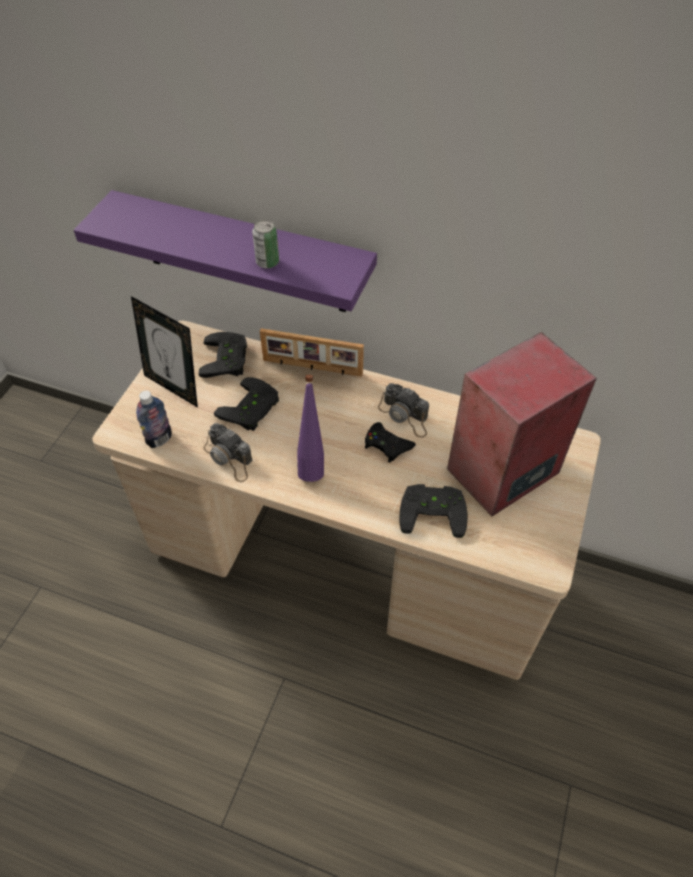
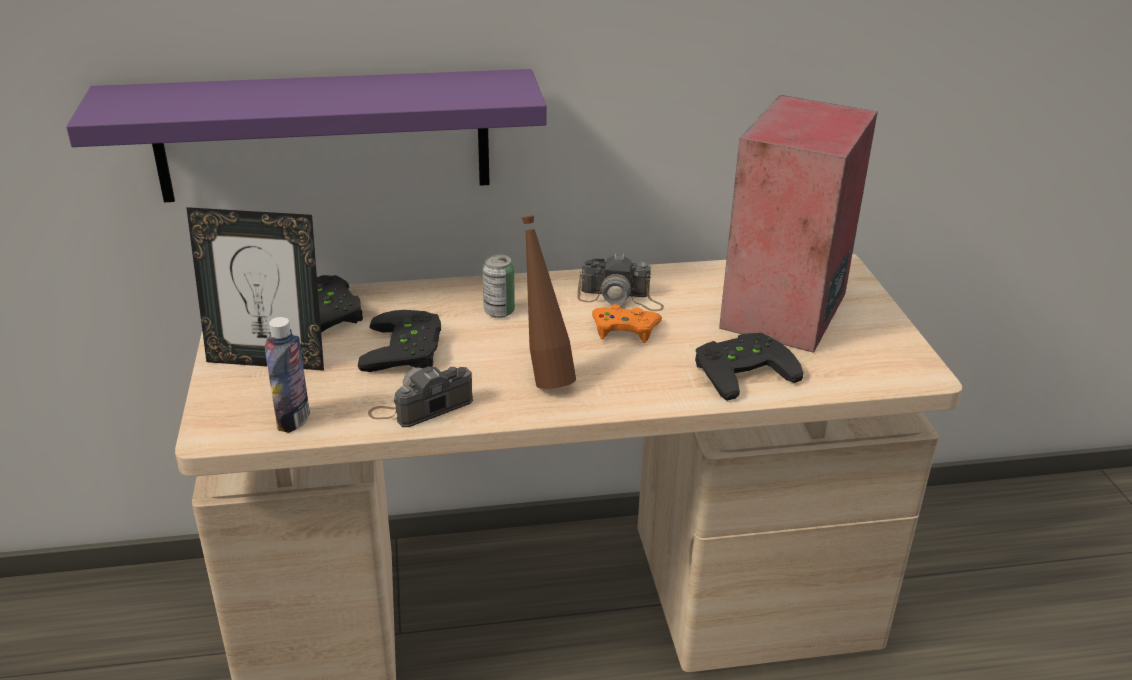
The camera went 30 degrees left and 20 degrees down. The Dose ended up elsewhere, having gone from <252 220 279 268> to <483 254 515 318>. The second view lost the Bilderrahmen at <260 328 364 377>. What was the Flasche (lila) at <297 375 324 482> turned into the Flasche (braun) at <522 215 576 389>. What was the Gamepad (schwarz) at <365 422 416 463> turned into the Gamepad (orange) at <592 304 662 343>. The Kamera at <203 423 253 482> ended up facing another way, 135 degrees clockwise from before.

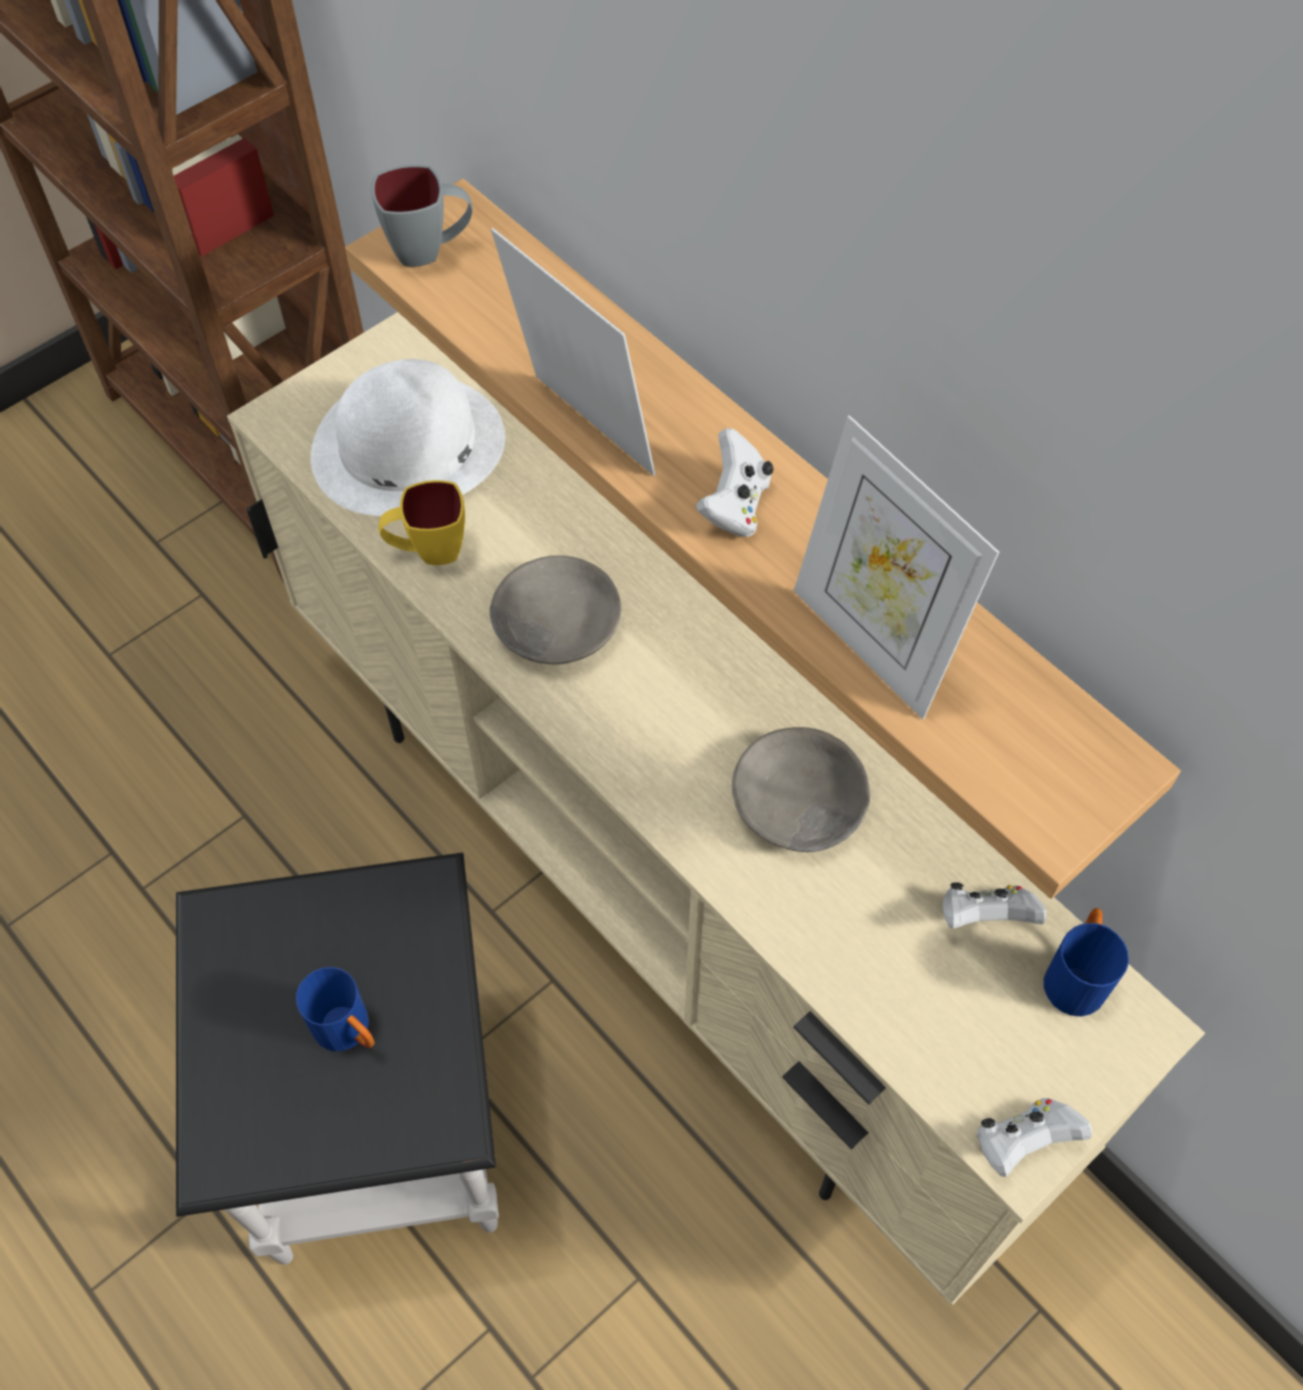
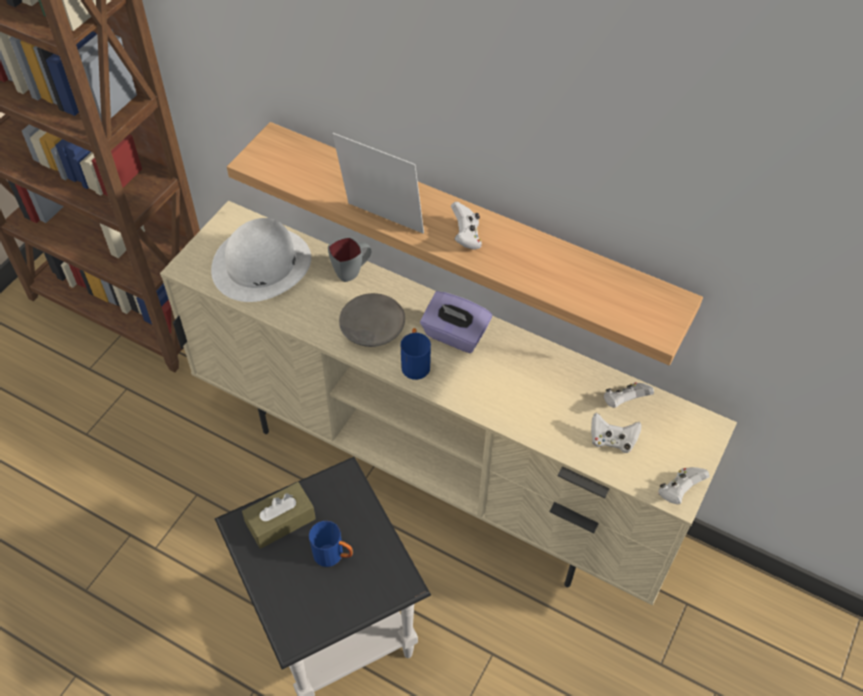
The camera went 20 degrees left and 5 degrees down. The Henkelbecher (grau) ended up elsewhere, having gone from <371 165 472 267> to <328 237 372 282>. The second view lost the Bilderrahmen at <794 415 999 720>. The second view lost the Henkelbecher (gelb) at <379 480 465 565>. The second view lost the Schüssel (grau) at <732 727 870 852>. The Henkelbecher (blau) ended up elsewhere, having gone from <1044 908 1129 1016> to <401 328 431 380>. The second view gained the Taschentuchbox (lila) at <420 291 492 353>. The second view gained the Gamepad (weiß) at <591 413 641 453>. The second view gained the Taschentuchbox (braun) at <242 482 316 549>.

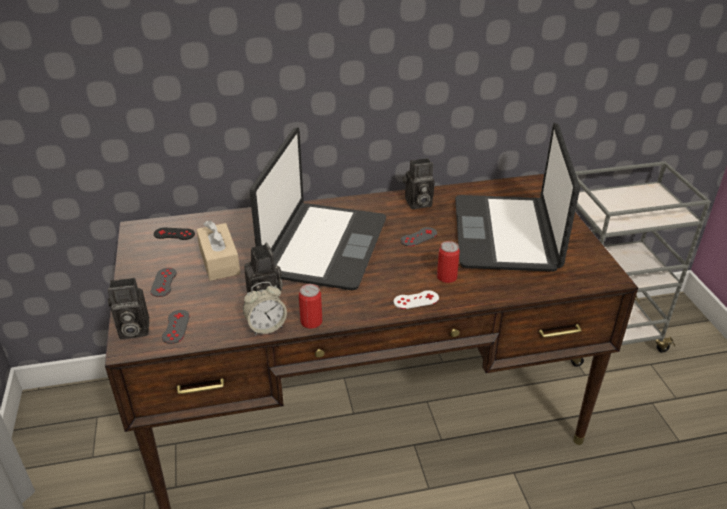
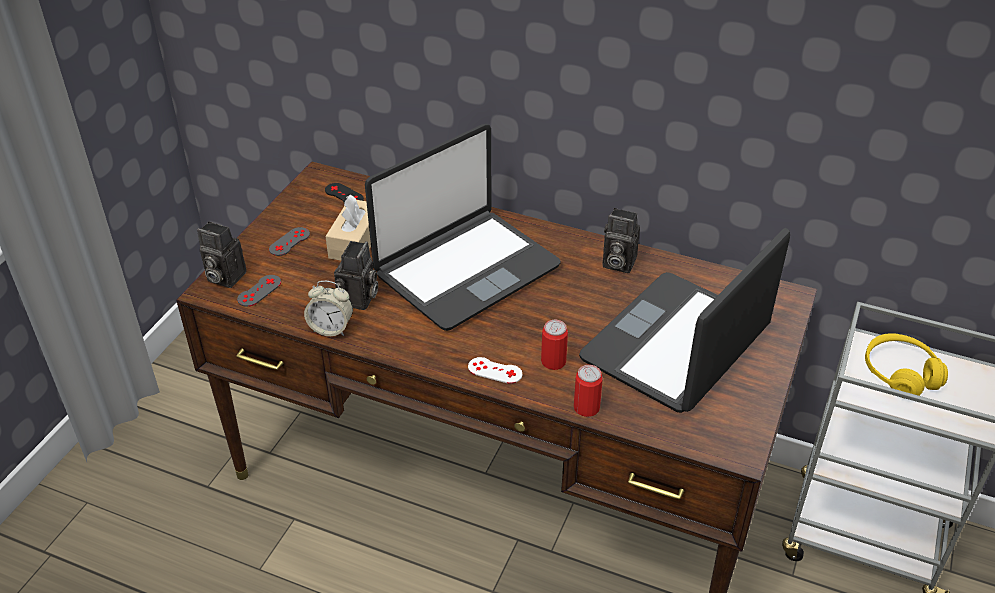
The camera went 35 degrees right and 5 degrees up. The second view lost the Gamepad (grau) at <401 227 437 247>. The Dose ended up elsewhere, having gone from <299 284 322 329> to <574 365 603 417>. The second view gained the Kopfhörer (gelb) at <865 333 948 398>.

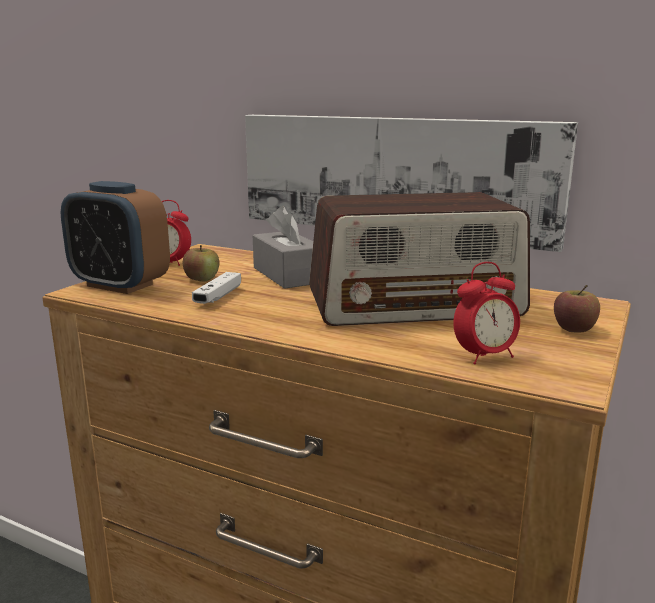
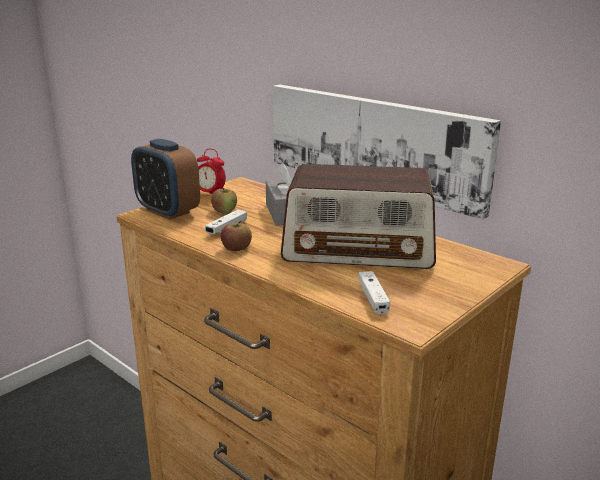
The camera went 15 degrees right and 5 degrees up. Where the Wecker stood at <454 262 520 364>, the Gamepad (weiß) came to stand at <358 271 390 314>. The Apfel ended up elsewhere, having gone from <554 285 600 333> to <221 221 252 251>.

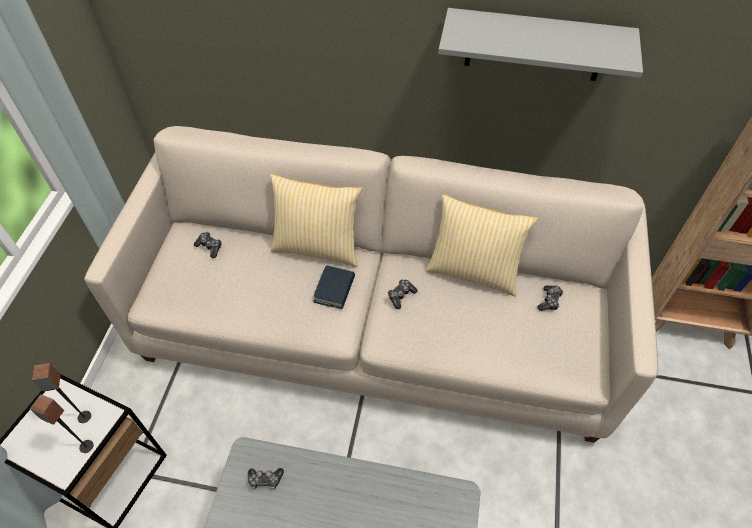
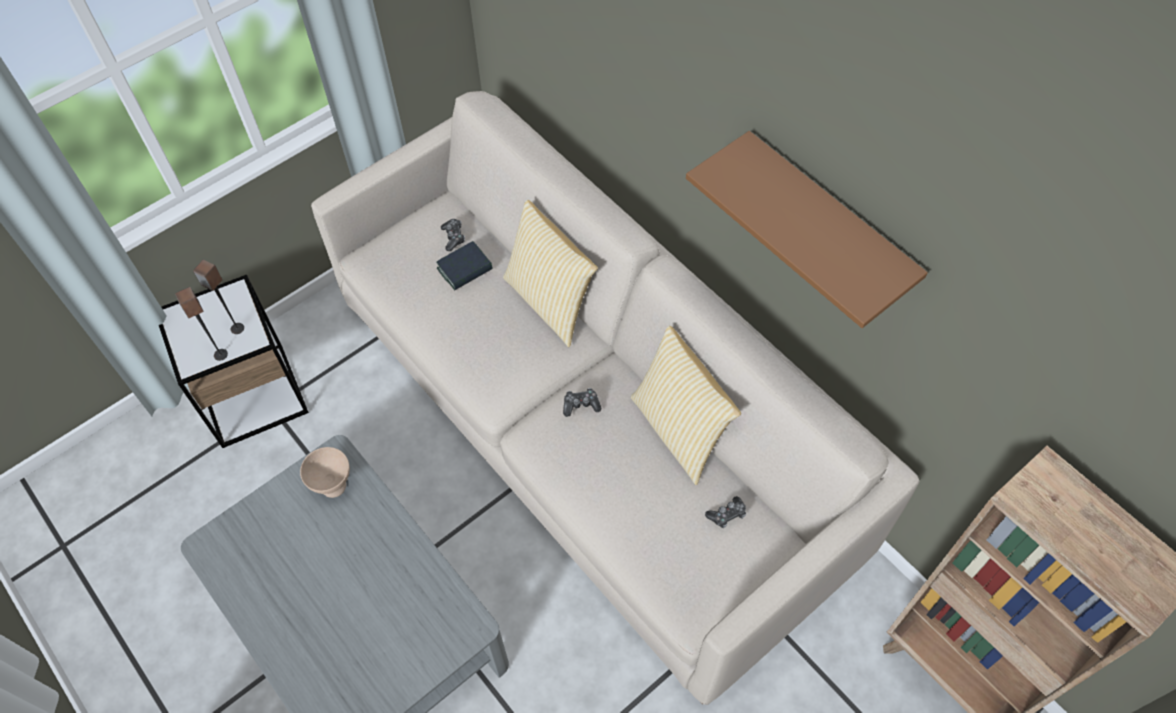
The camera went 40 degrees right and 5 degrees up. What was the Wandregal (grau) at <438 8 643 81> turned into the Wandregal (braun) at <686 131 928 328>. The Buch ended up elsewhere, having gone from <313 265 355 309> to <437 241 493 290>. Where the Gamepad stood at <248 468 284 490>, the Schüssel (beige) came to stand at <300 447 350 498>.

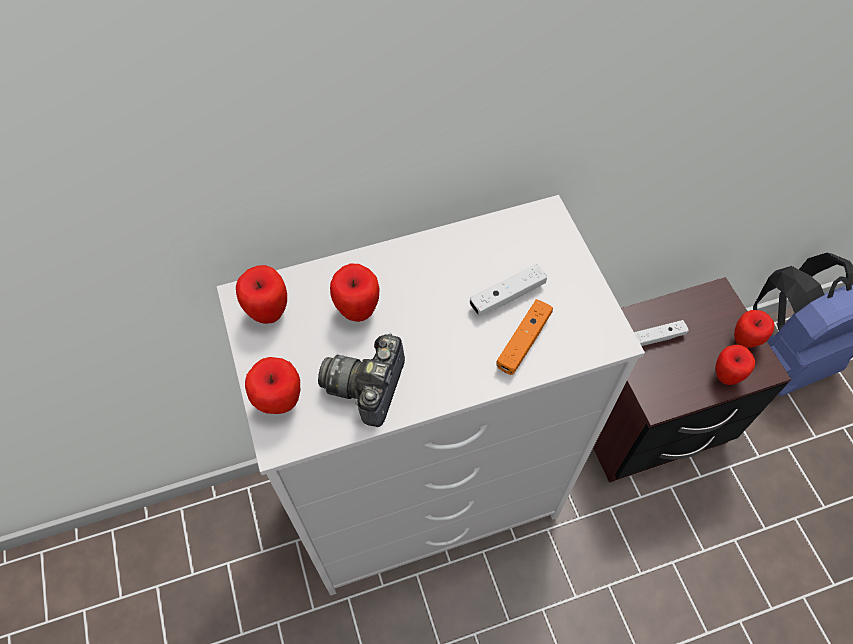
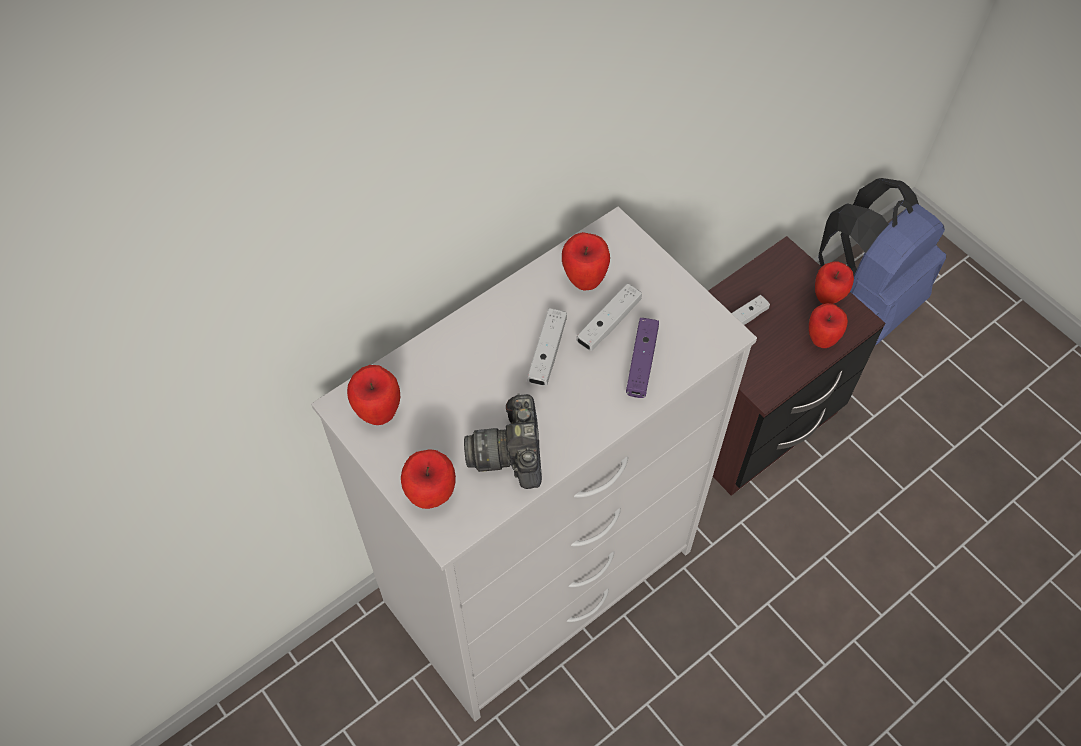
The camera went 20 degrees left and 0 degrees up. The Apfel ended up elsewhere, having gone from <330 264 380 322> to <562 232 610 291>. What was the Gamepad (orange) at <496 299 553 375> turned into the Gamepad (lila) at <626 318 659 398>. The second view gained the Gamepad (weiß) at <527 308 567 386>.

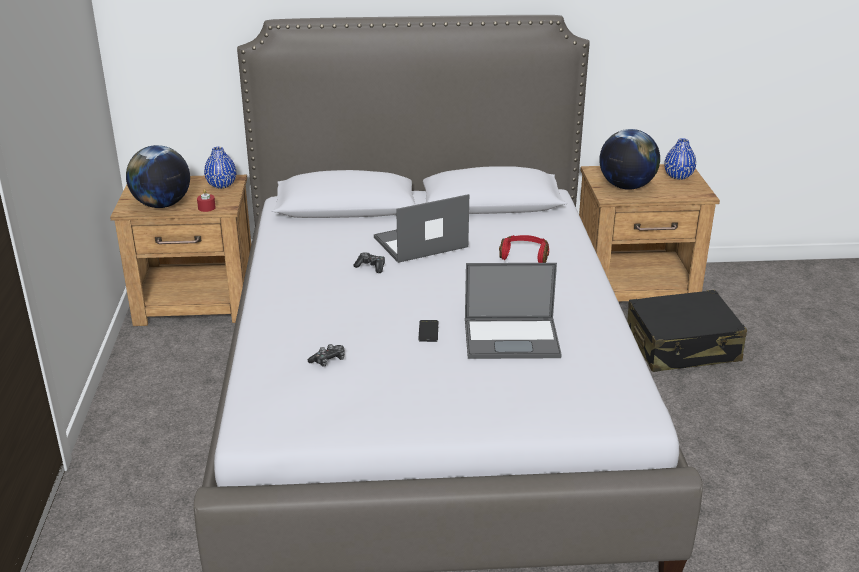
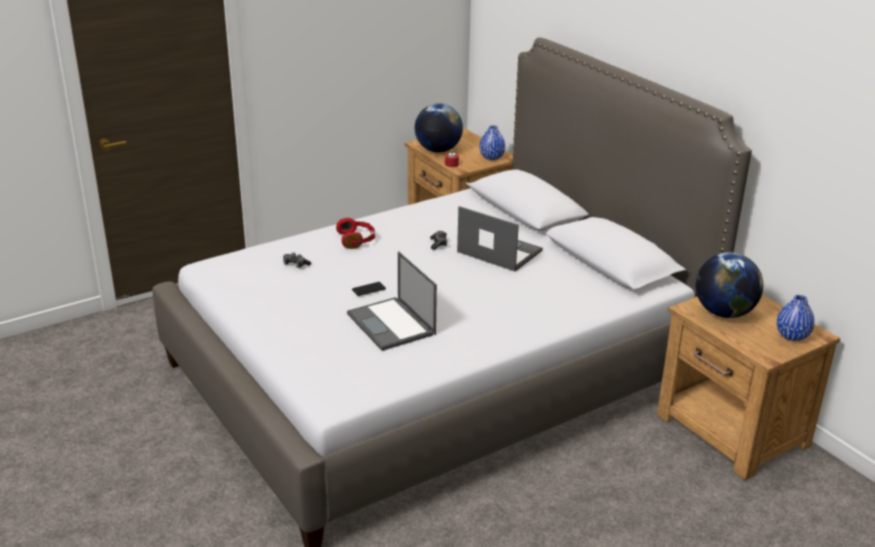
The camera went 60 degrees right and 0 degrees up. The Kopfhörer (rot) ended up elsewhere, having gone from <499 235 549 263> to <336 218 375 249>. The second view lost the Koffer (schwarz) at <627 290 747 372>.

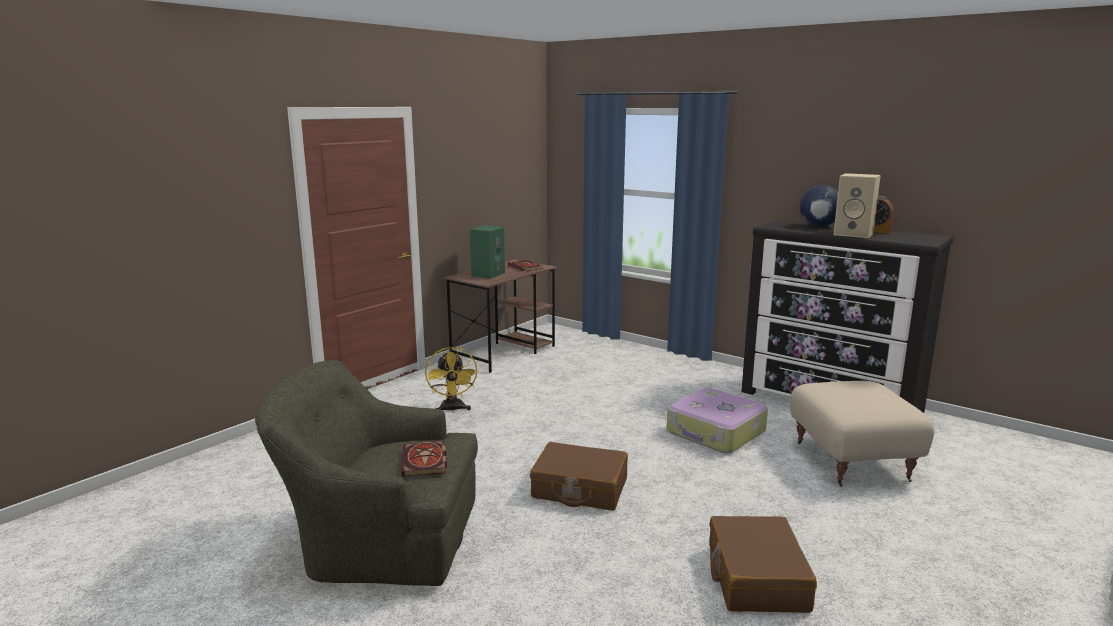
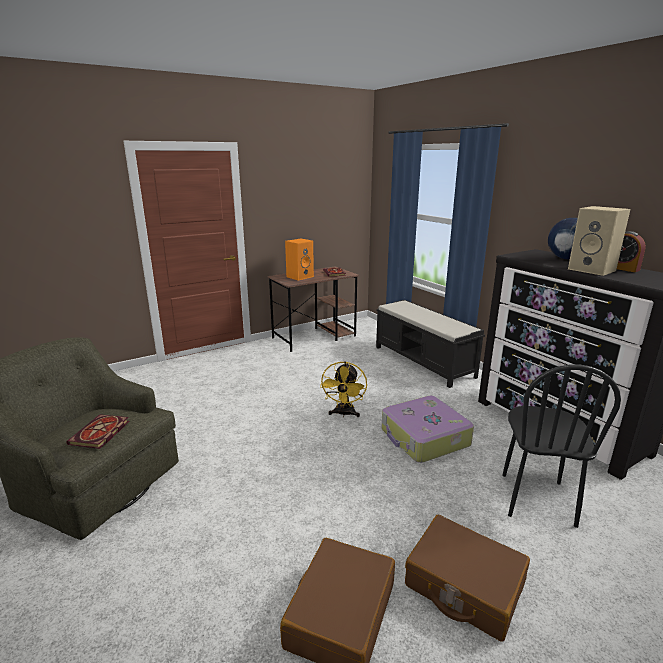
The camera went 20 degrees right and 5 degrees up. What was the Lautsprecher (grün) at <470 225 505 279> turned into the Lautsprecher (orange) at <285 239 314 281>. The Ventilator (gelb) ended up elsewhere, having gone from <425 347 478 412> to <320 361 367 417>. Where the Polsterhocker (beige) stood at <790 381 934 487>, the Stuhl (schwarz) came to stand at <502 365 621 528>. The Koffer (braun) ended up elsewhere, having gone from <530 442 628 511> to <405 515 530 642>. The second view gained the Bank (schwarz) at <376 300 485 388>.

